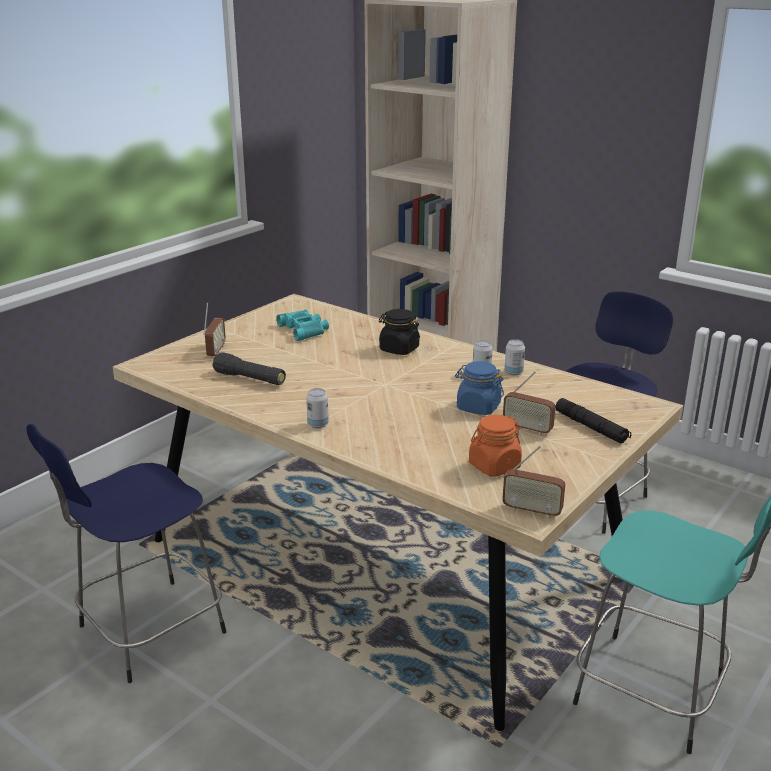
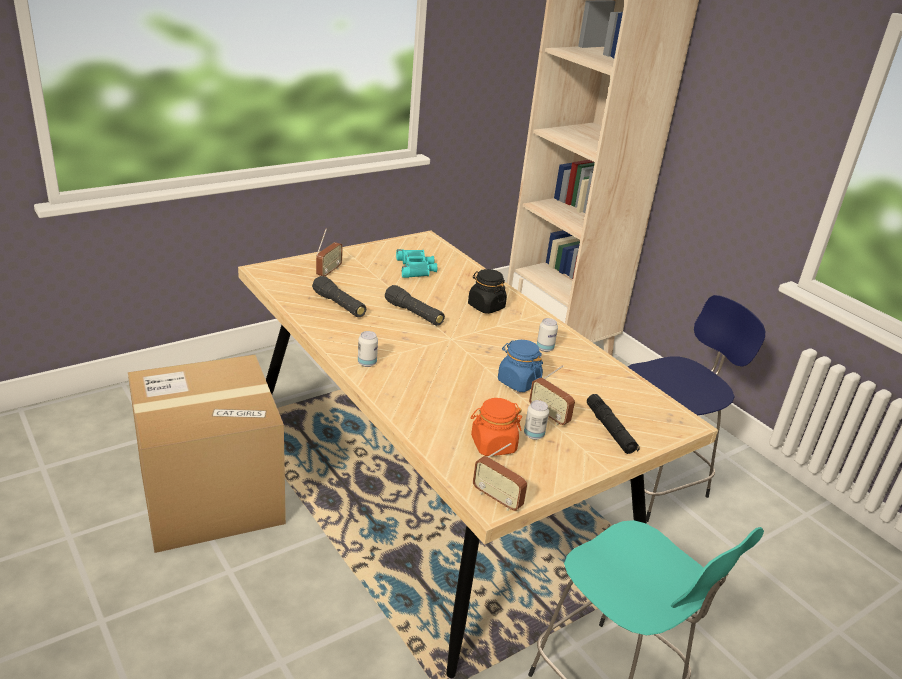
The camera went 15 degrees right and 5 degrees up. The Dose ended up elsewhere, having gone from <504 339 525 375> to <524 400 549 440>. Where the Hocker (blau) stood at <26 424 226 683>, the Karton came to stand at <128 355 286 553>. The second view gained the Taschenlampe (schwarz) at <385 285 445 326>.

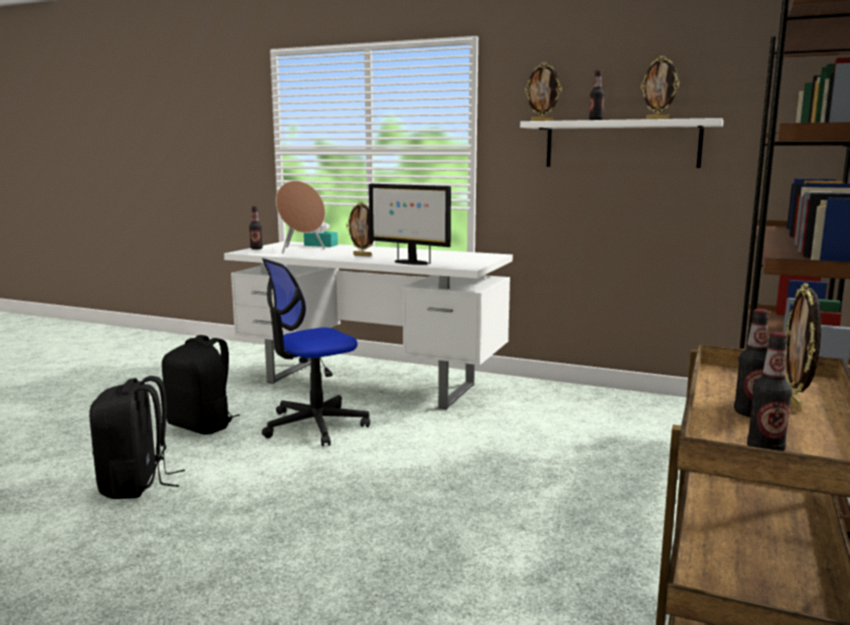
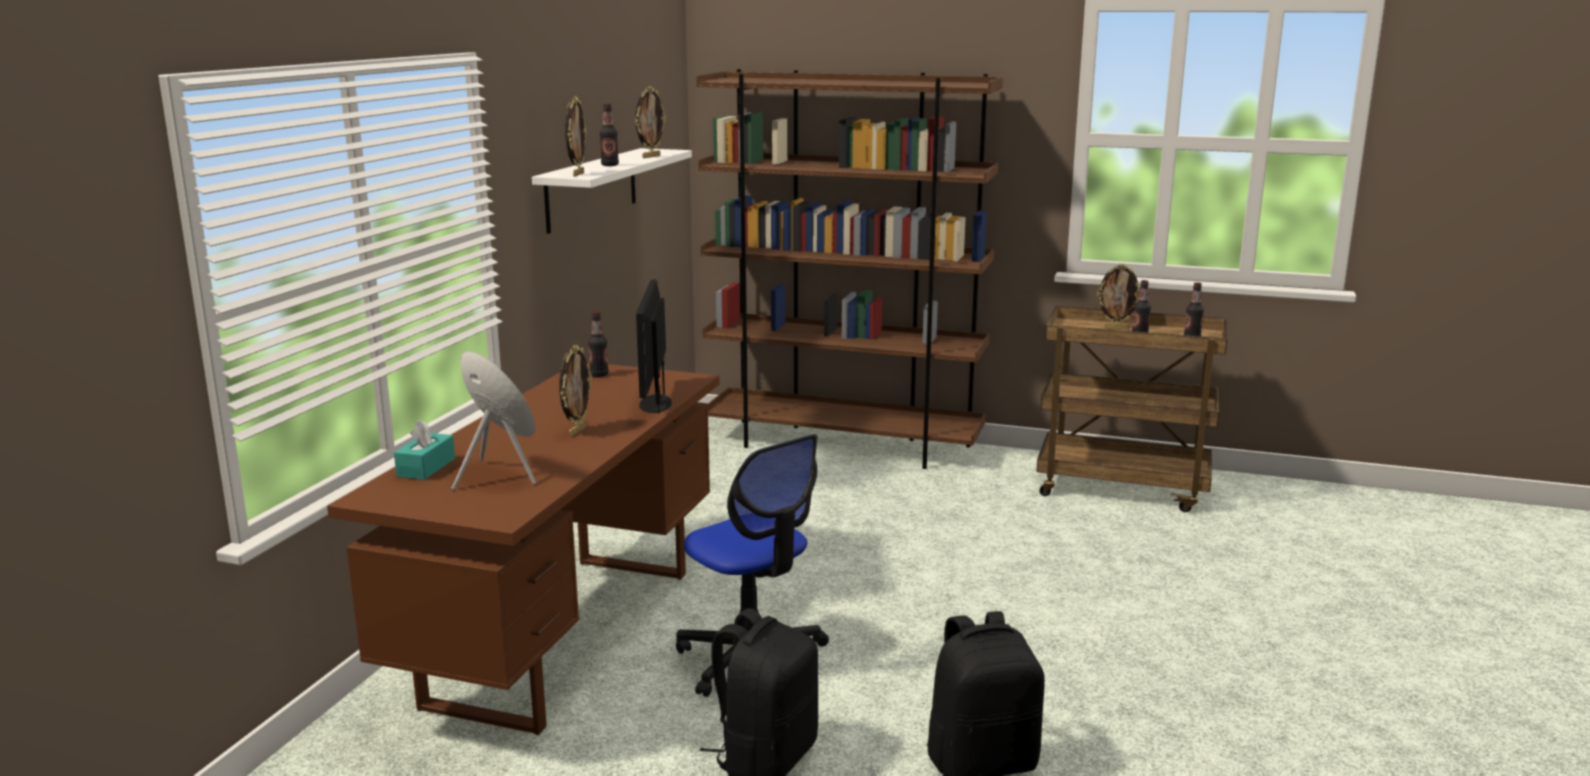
The camera went 95 degrees left and 5 degrees up. The Monitor at <369 184 451 265> ended up facing another way, 150 degrees clockwise from before. The Flasche ended up elsewhere, having gone from <249 206 263 249> to <588 311 609 377>. What was the Schreibtisch (weiß) at <224 241 513 410> turned into the Schreibtisch (braun) at <327 362 719 735>.

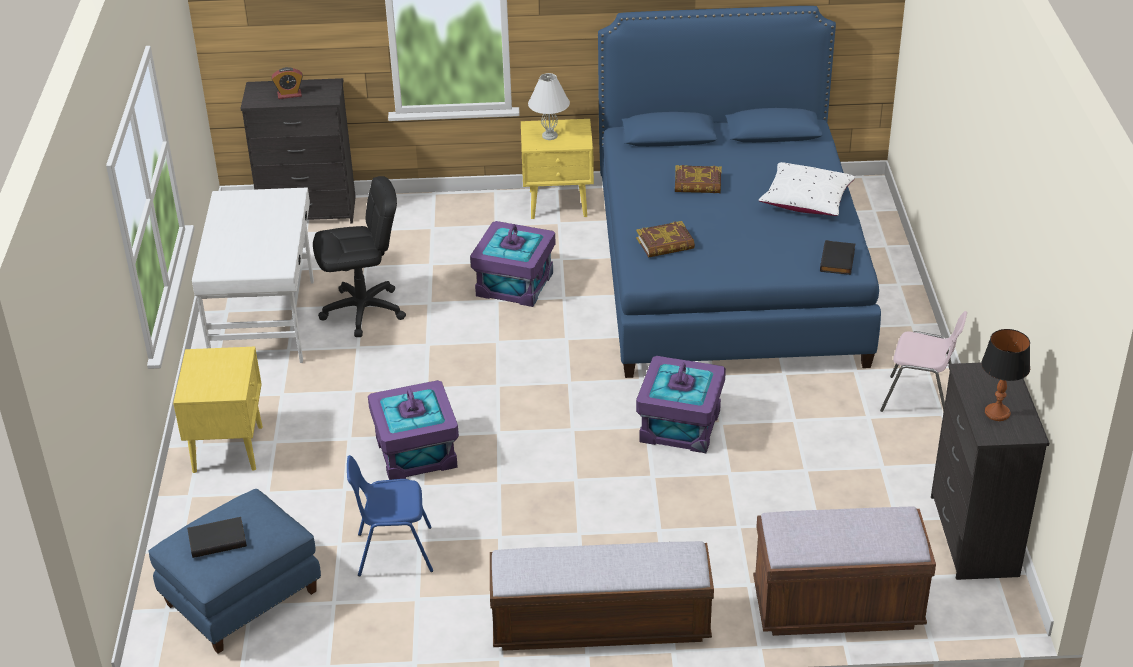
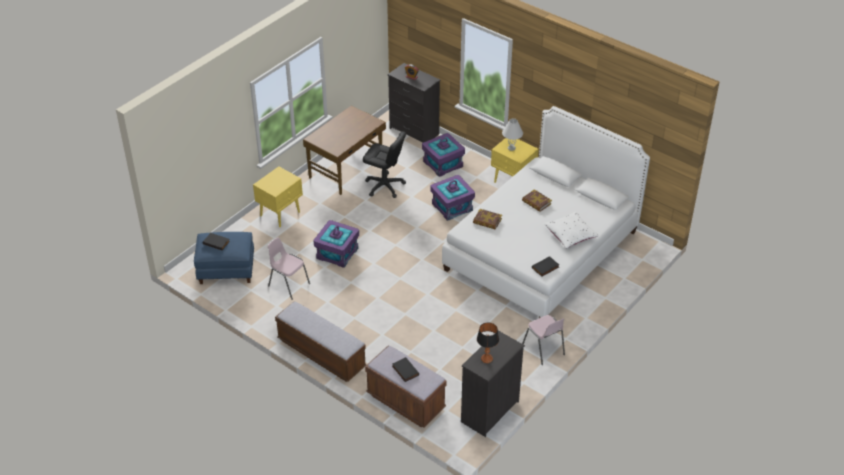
The camera went 40 degrees right and 5 degrees up. What was the Bett (blau) at <598 6 881 378> turned into the Bett (weiß) at <442 106 650 318>. What was the Schreibtisch (weiß) at <192 187 314 363> turned into the Schreibtisch (braun) at <303 105 386 195>. The Aufbewahrungsbox (lila) ended up elsewhere, having gone from <636 356 726 453> to <422 133 465 177>. What was the Stuhl (blau) at <347 455 433 577> turned into the Stuhl (rosa) at <268 237 310 300>. The second view gained the Buch (schwarz) at <392 357 419 382>.

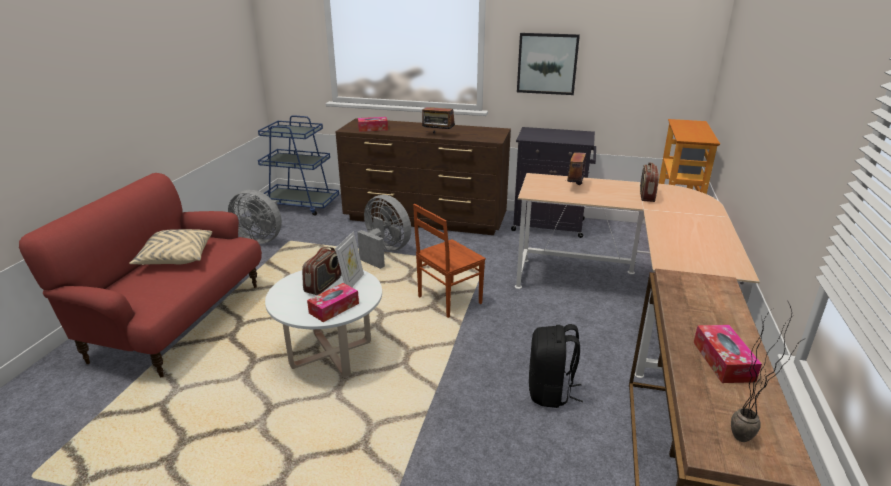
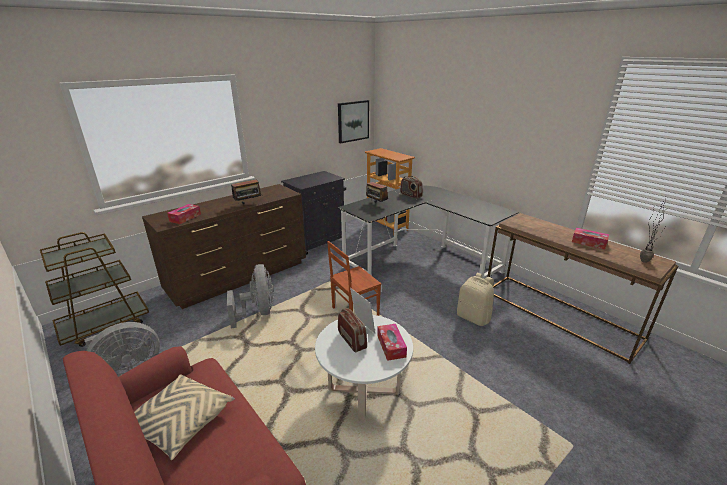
The camera went 55 degrees left and 0 degrees up. The Bild ended up elsewhere, having gone from <517 33 580 95> to <338 100 369 143>. What was the Rollwagen (blau) at <258 115 339 216> turned into the Rollwagen (braun) at <40 232 149 347>. What was the Schreibtisch (beige) at <515 173 760 378> turned into the Schreibtisch (schwarz) at <337 185 519 279>. The Ventilator (grau) at <357 195 411 269> ended up facing another way, 90 degrees clockwise from before. The Stuhl (braun) at <413 204 486 318> ended up facing another way, 60 degrees clockwise from before. What was the Rucksack (schwarz) at <529 324 583 408> turned into the Rucksack (beige) at <457 273 494 326>.

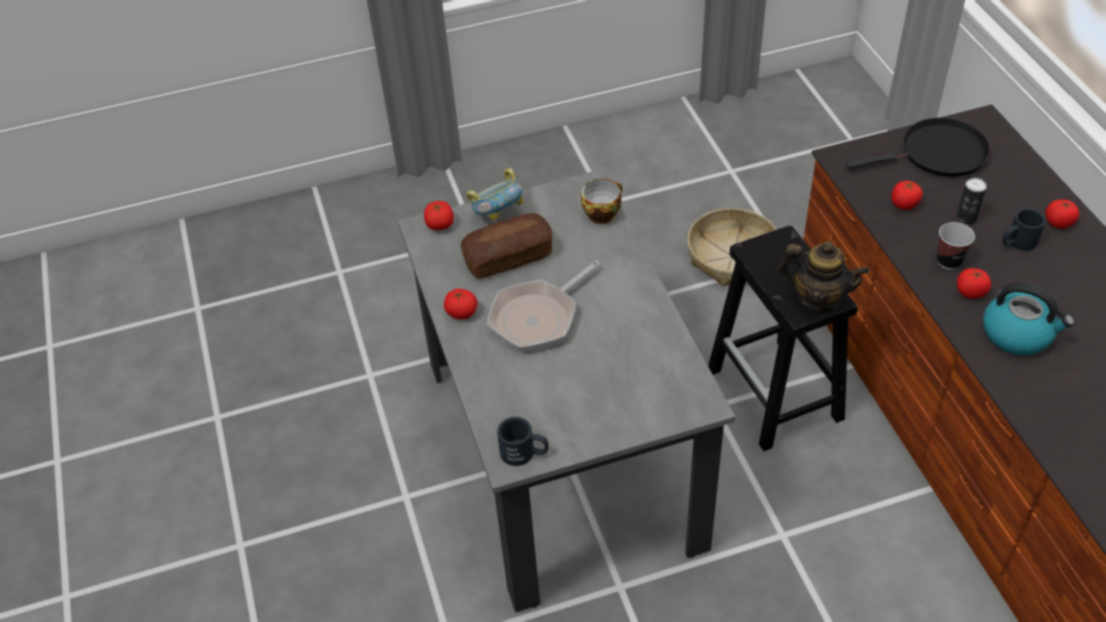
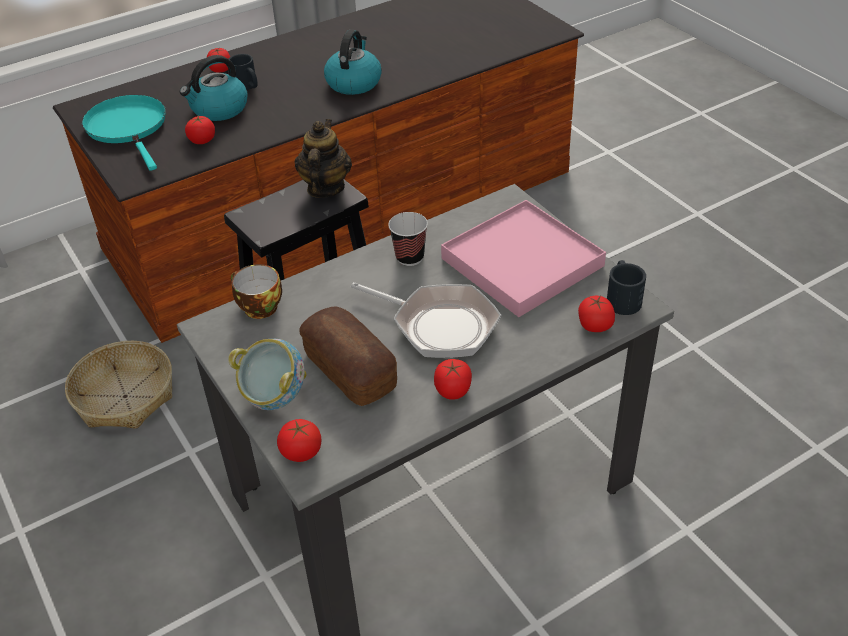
The camera went 105 degrees left and 5 degrees down. What was the Pfanne (schwarz) at <846 118 990 177> turned into the Pfanne (türkis) at <82 95 166 171>. Where the Dose stood at <956 178 987 225>, the Wasserkessel came to stand at <180 55 248 121>. The Tasse ended up elsewhere, having gone from <937 222 975 270> to <388 212 428 266>. The Tomate ended up elsewhere, having gone from <957 268 991 299> to <578 295 615 332>. The second view gained the Tablett (rosa) at <441 200 606 317>.

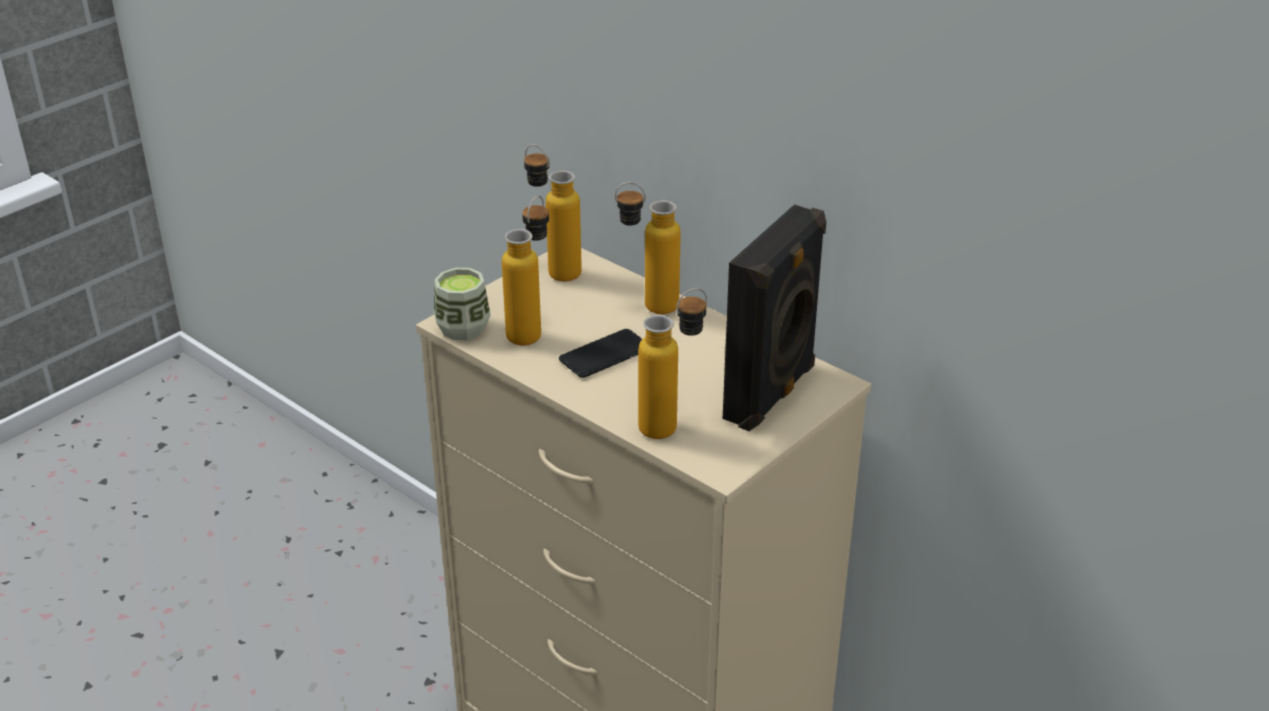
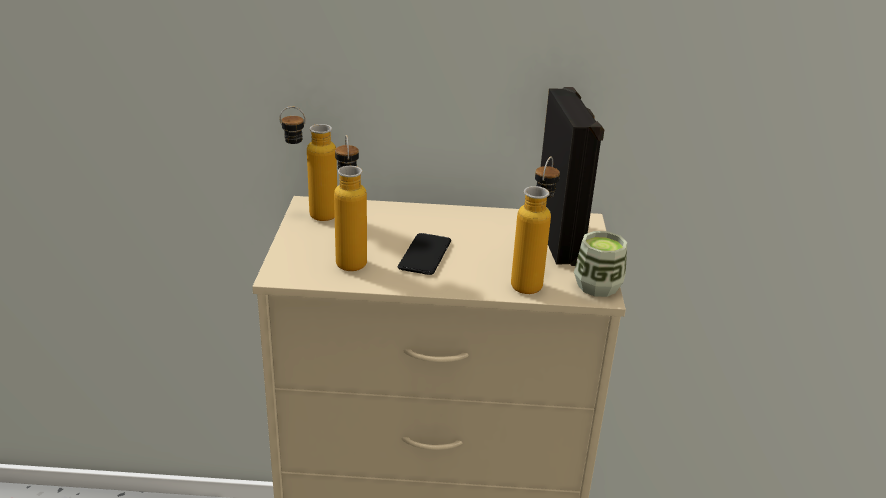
The camera went 40 degrees left and 5 degrees down. The second view lost the Flasche at <615 182 681 314>. The Tasse ended up elsewhere, having gone from <434 268 491 340> to <574 231 627 297>.

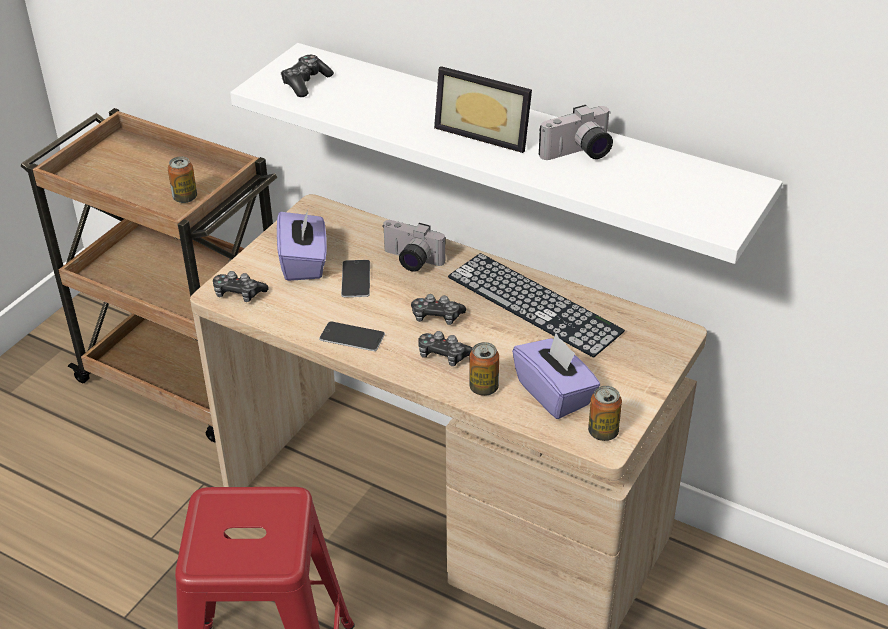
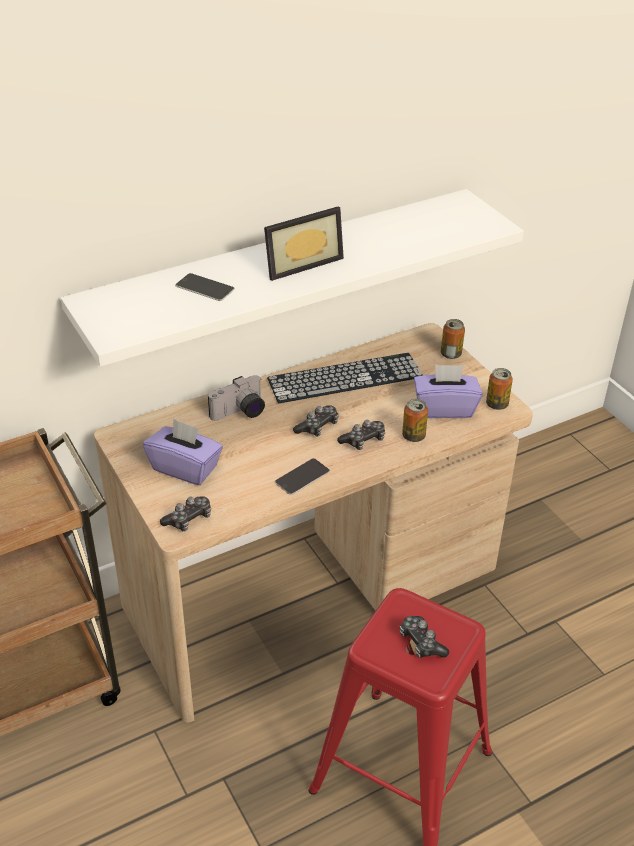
The camera went 60 degrees left and 0 degrees up. The Gamepad ended up elsewhere, having gone from <281 55 334 97> to <400 616 449 658>. The second view lost the Kamera at <539 105 613 160>. The Dose ended up elsewhere, having gone from <168 156 197 203> to <441 319 465 359>. The Handy ended up elsewhere, having gone from <341 260 370 297> to <175 273 235 301>.

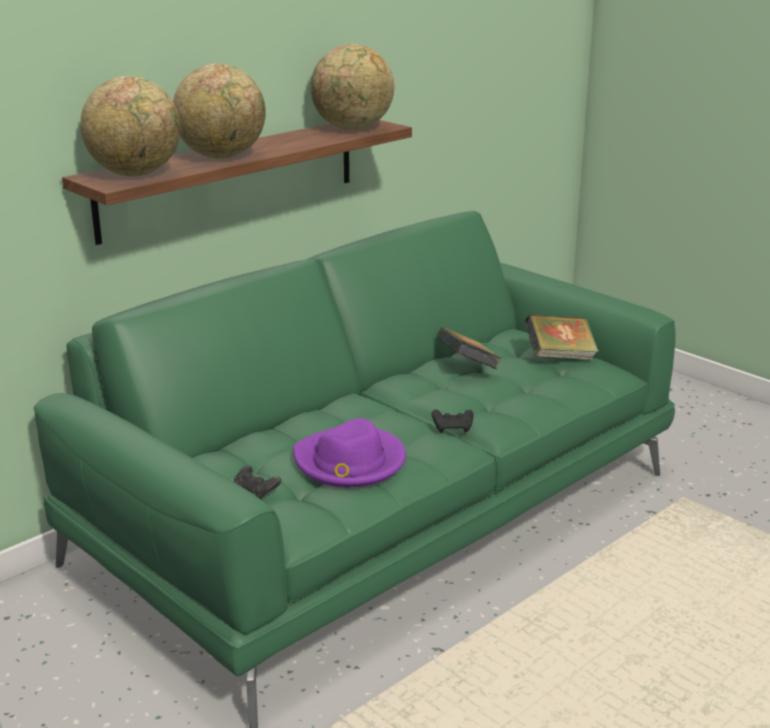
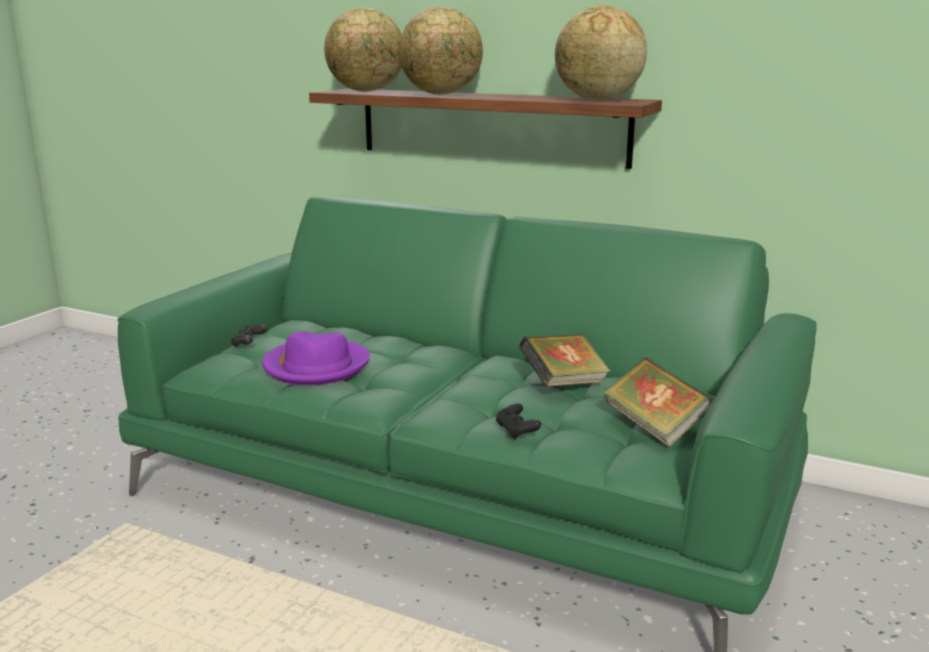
The camera went 70 degrees right and 5 degrees down. The Gamepad (schwarz) ended up elsewhere, having gone from <432 409 473 433> to <496 404 541 440>.

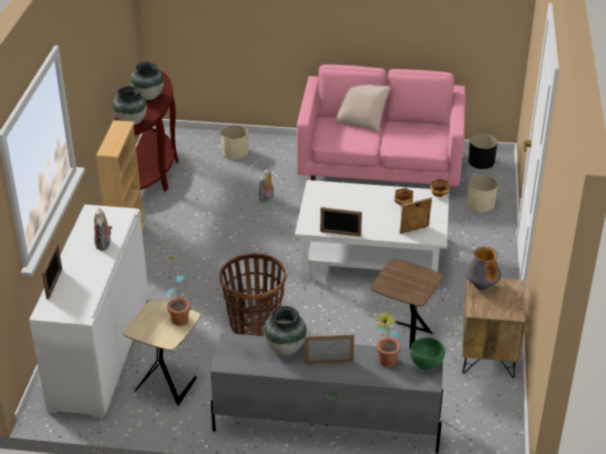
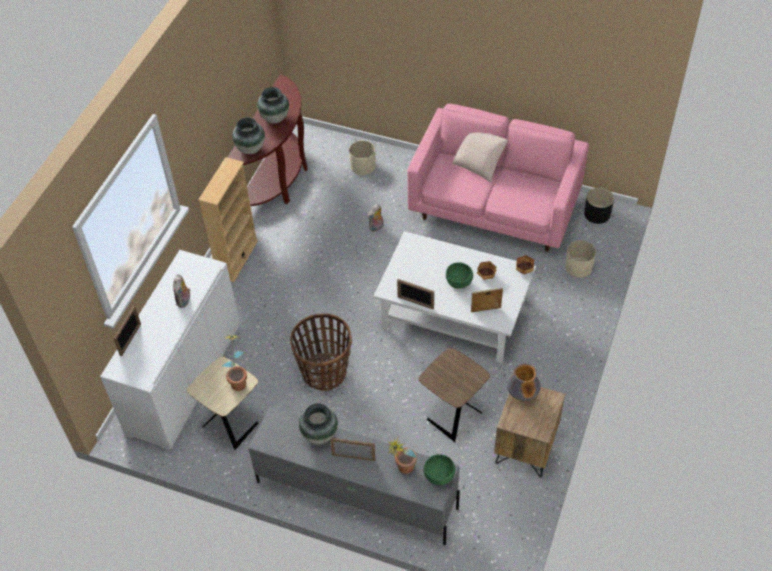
The camera went 15 degrees right and 15 degrees up. The second view gained the Schüssel (grün) at <446 262 473 289>.

